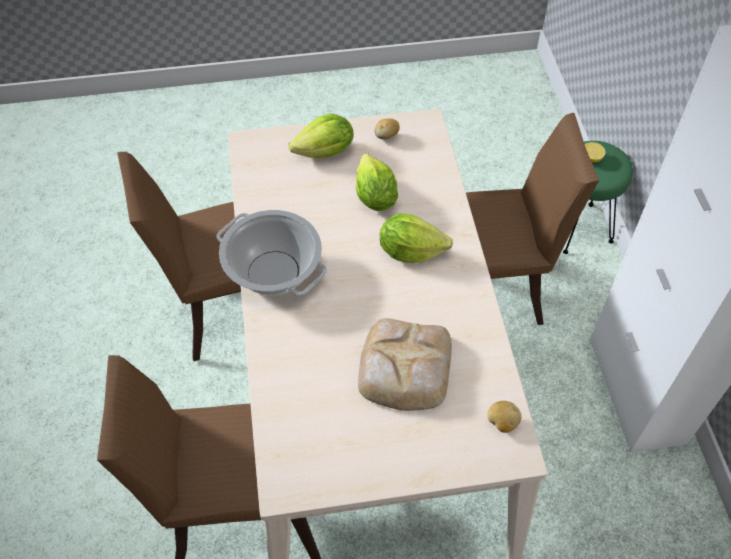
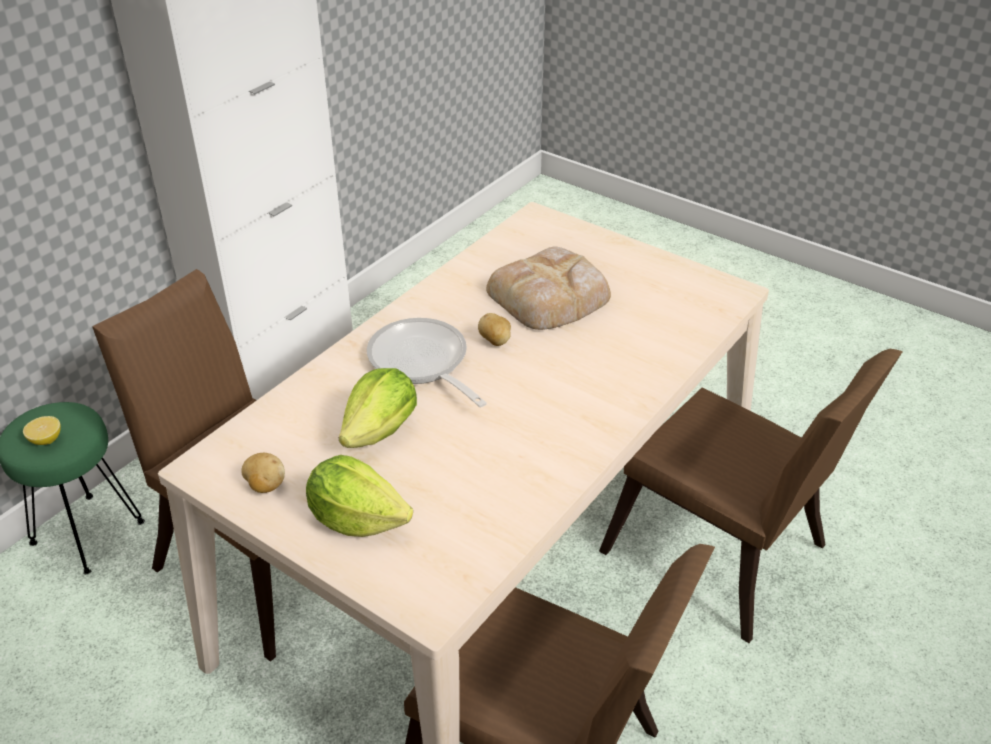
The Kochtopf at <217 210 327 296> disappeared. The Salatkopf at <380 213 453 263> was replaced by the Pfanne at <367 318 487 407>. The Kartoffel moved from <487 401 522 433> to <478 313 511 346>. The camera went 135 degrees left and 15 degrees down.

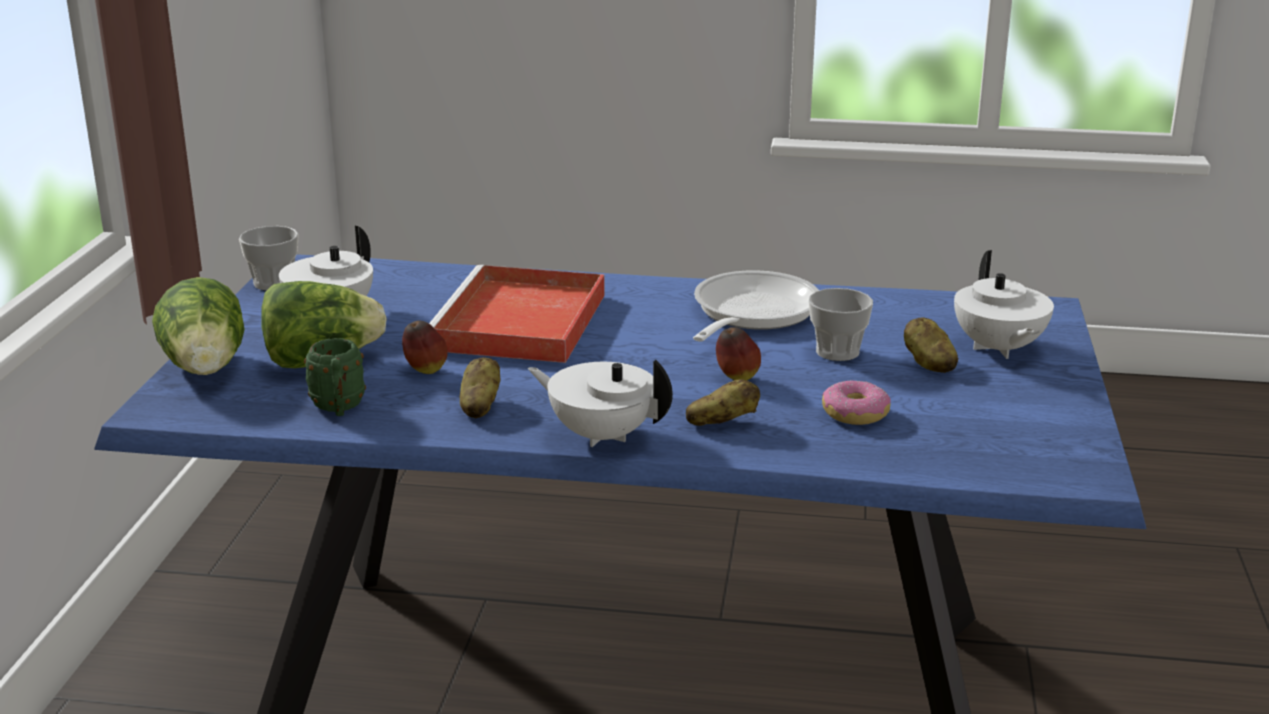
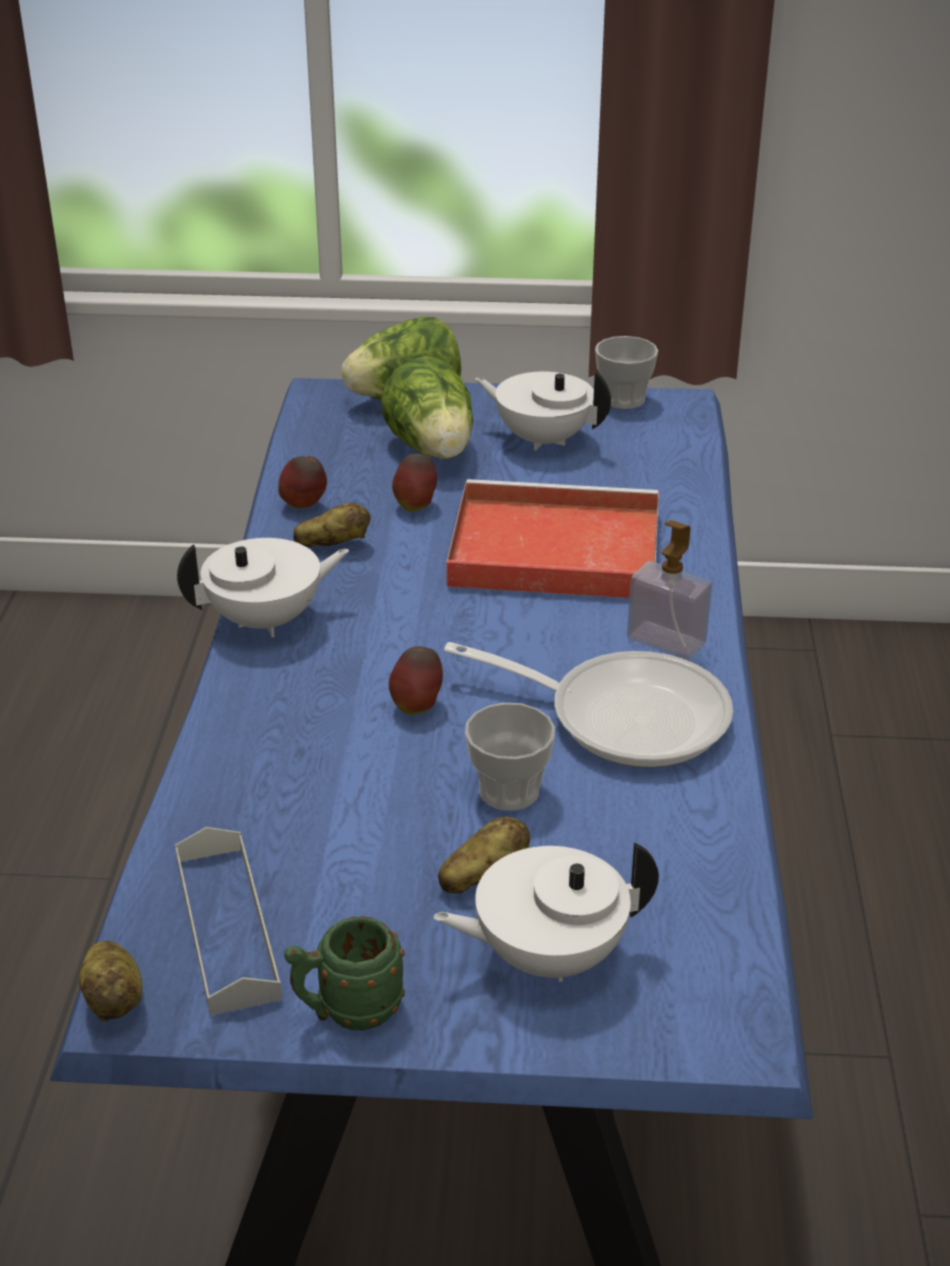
The Henkelbecher (grün) moved from <304 338 366 416> to <284 916 405 1030>. The Teekanne (weiß) at <528 360 673 447> turned 45 degrees clockwise. The Kartoffel moved from <686 379 760 426> to <79 941 142 1022>. The Donut at <822 380 890 425> disappeared. The Tablett (grau) at <175 827 282 1016> appeared. The Apfel at <278 456 327 508> appeared. The Seifenspender at <627 520 712 660> appeared. The camera went 85 degrees right and 10 degrees up.

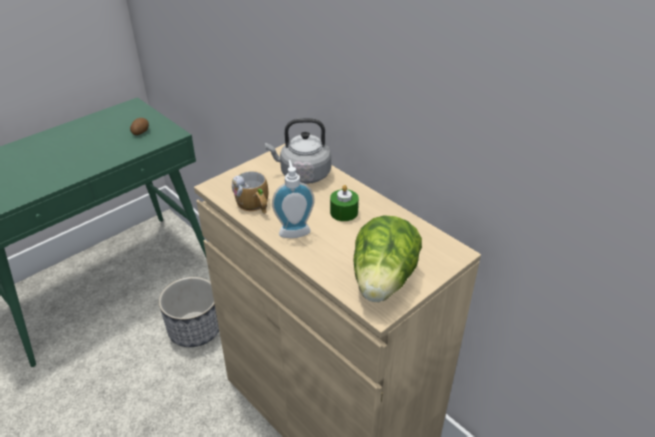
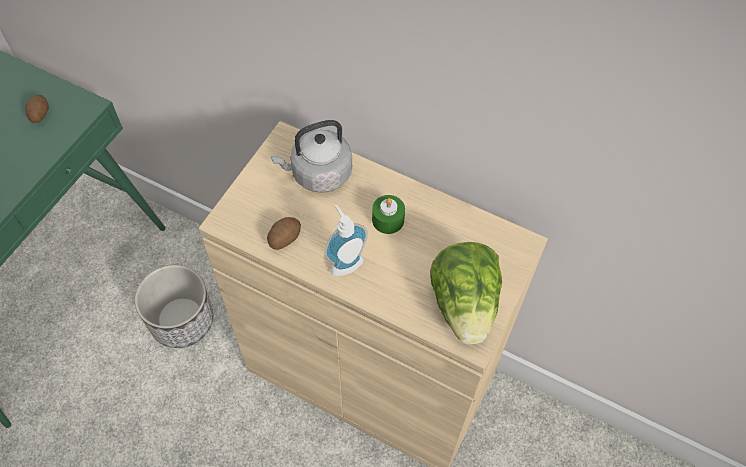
The Henkelbecher at <232 171 268 214> was replaced by the Kartoffel at <267 217 301 250>. The camera went 20 degrees left and 20 degrees up.

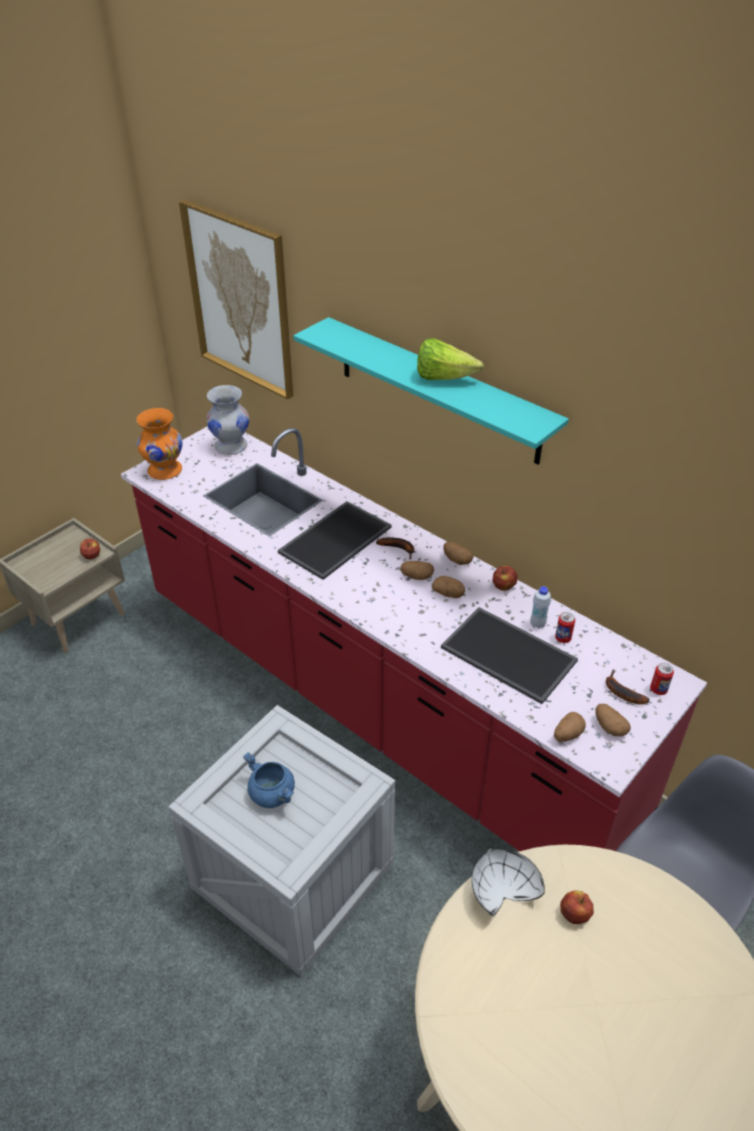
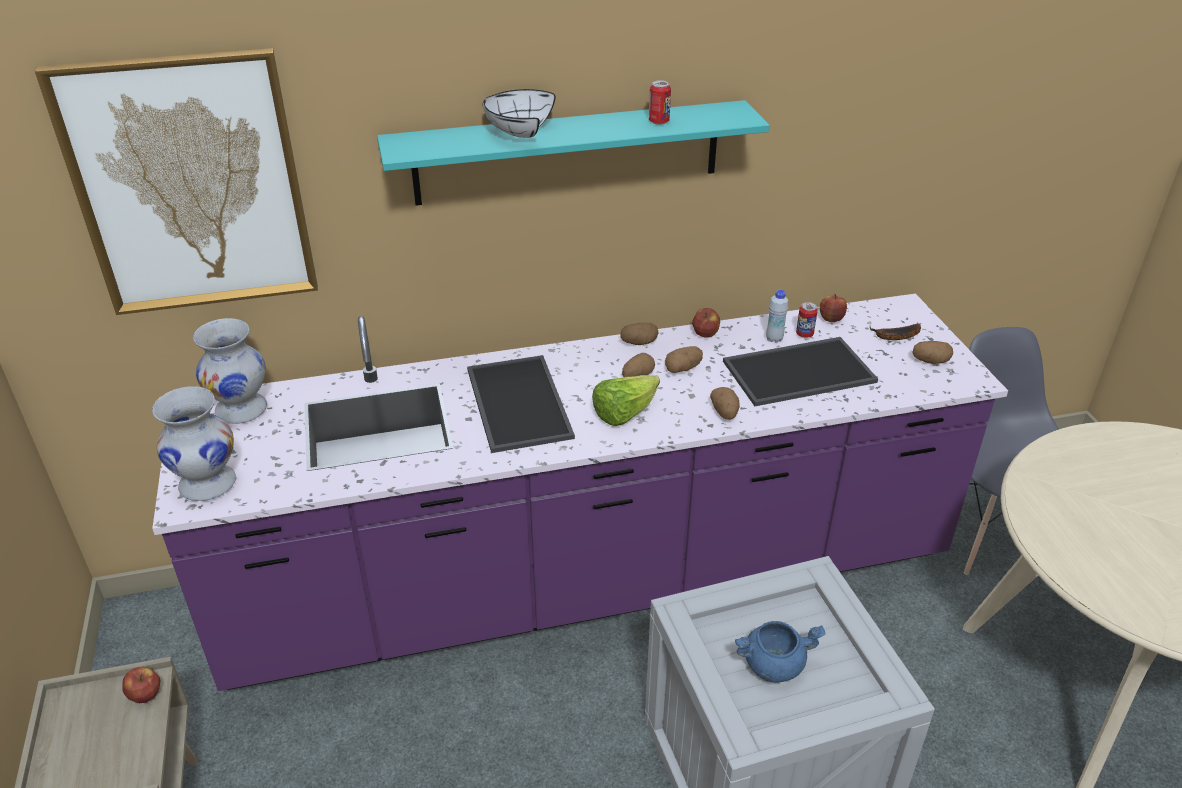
The Küchenzeile (rot) at <121 426 707 851> became the Küchenzeile (lila) at <152 293 1008 691>. The Vase (orange) at <136 408 183 480> became the Vase (weiß) at <152 386 236 501>. The Banane at <376 537 414 560> disappeared. The Salatkopf moved from <417 338 484 380> to <592 375 660 426>. The Schüssel (weiß) moved from <472 849 545 916> to <482 89 556 138>. The Kartoffel moved from <554 712 586 742> to <710 387 740 420>. The Apfel moved from <560 890 594 924> to <820 294 847 322>. The Dose moved from <650 663 674 695> to <649 80 671 125>. The camera went 55 degrees left and 5 degrees down.

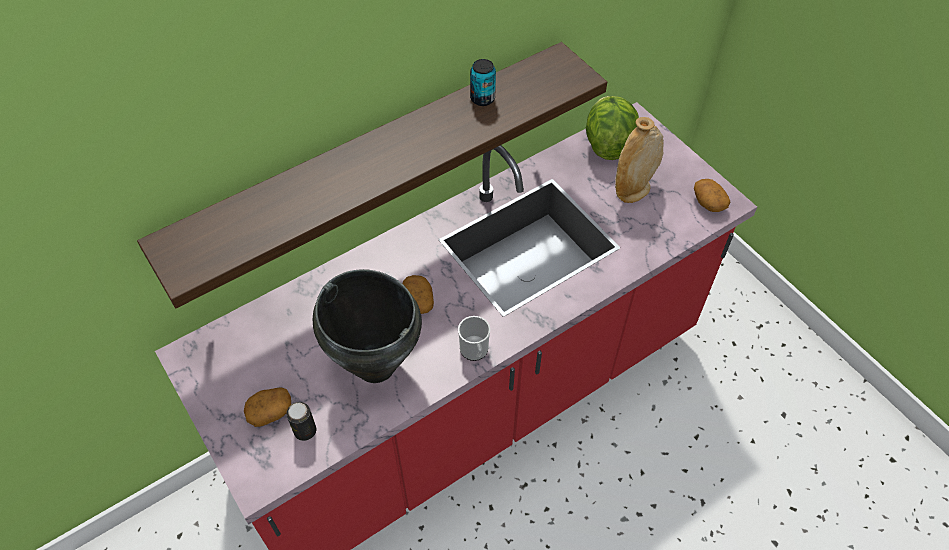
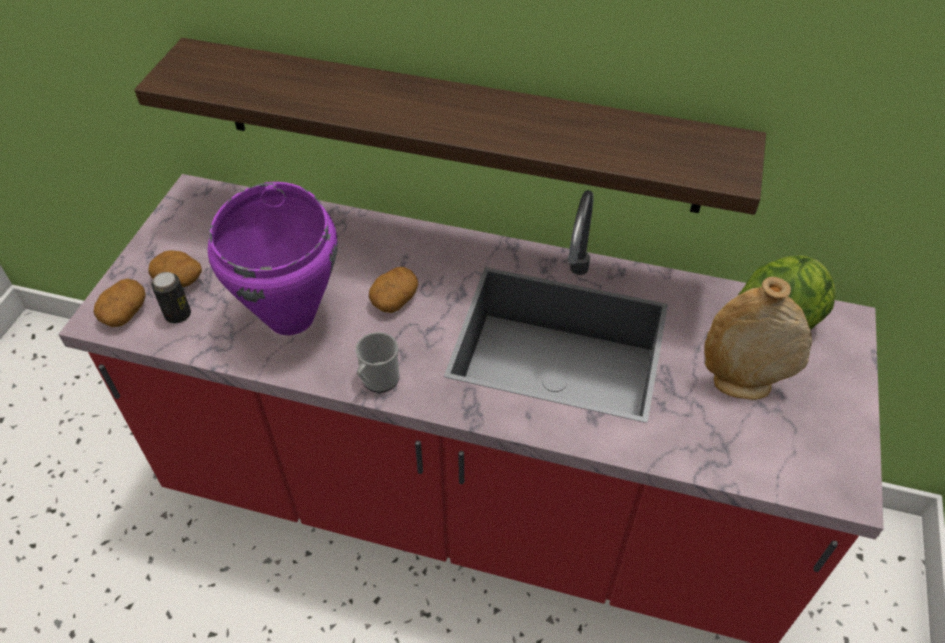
The Kochtopf (schwarz) at <313 269 422 383> became the Kochtopf (lila) at <208 182 338 335>. The Dose at <470 59 496 106> disappeared. The Kartoffel moved from <694 179 730 212> to <94 278 146 327>. The camera went 50 degrees right and 5 degrees down.

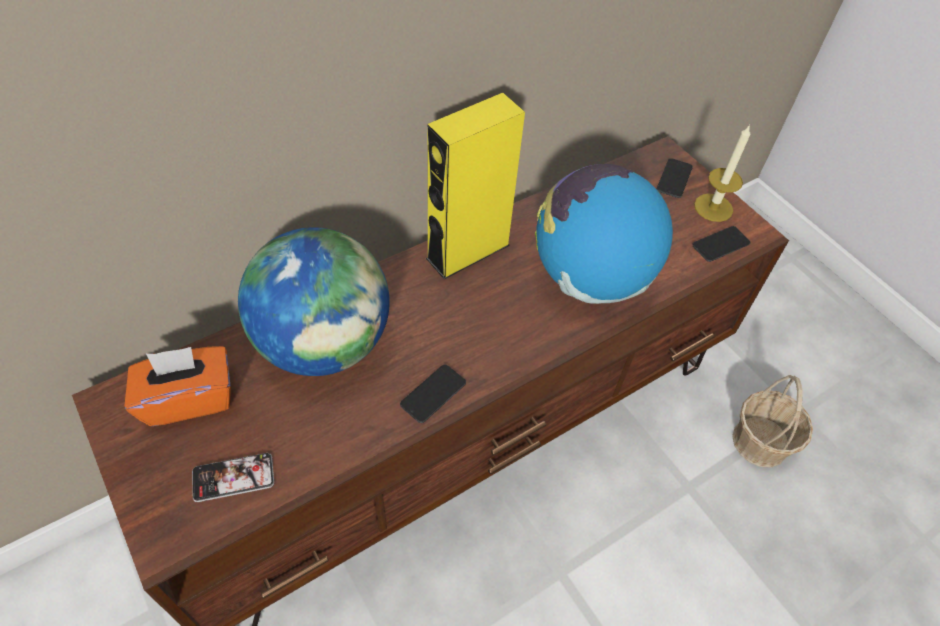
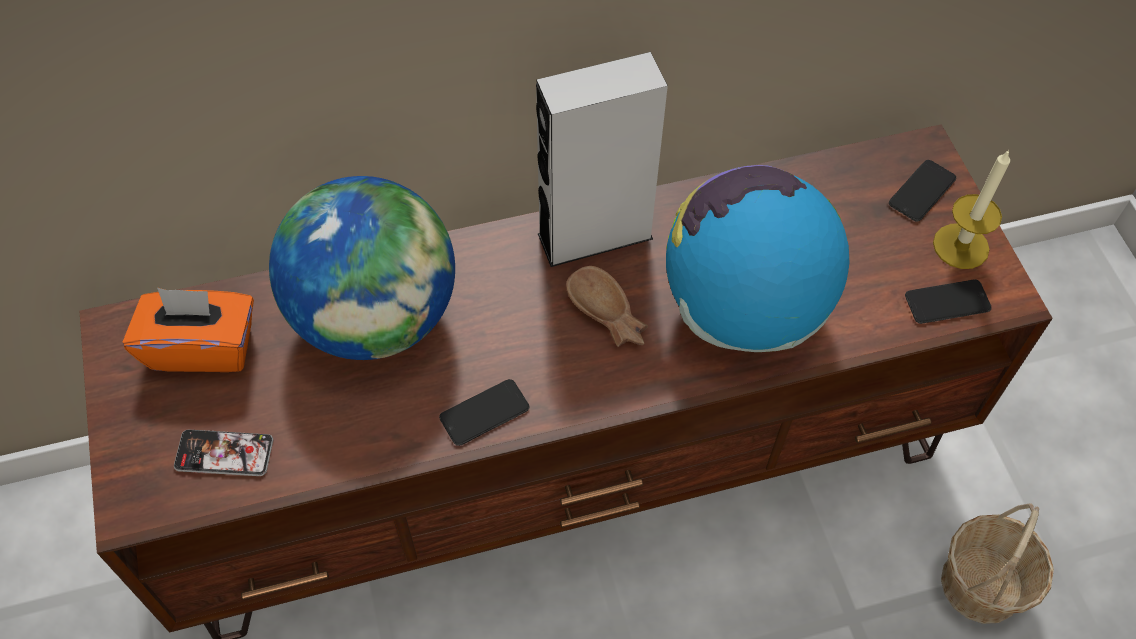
The Lautsprecher (gelb) at <426 93 525 279> became the Lautsprecher (grau) at <536 52 668 267>. The Schüssel (braun) at <566 266 648 347> appeared. The camera went 20 degrees right and 5 degrees up.

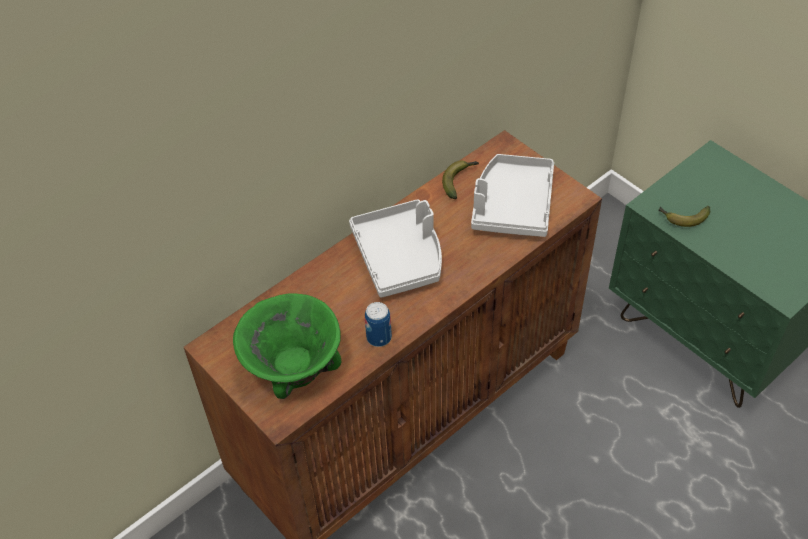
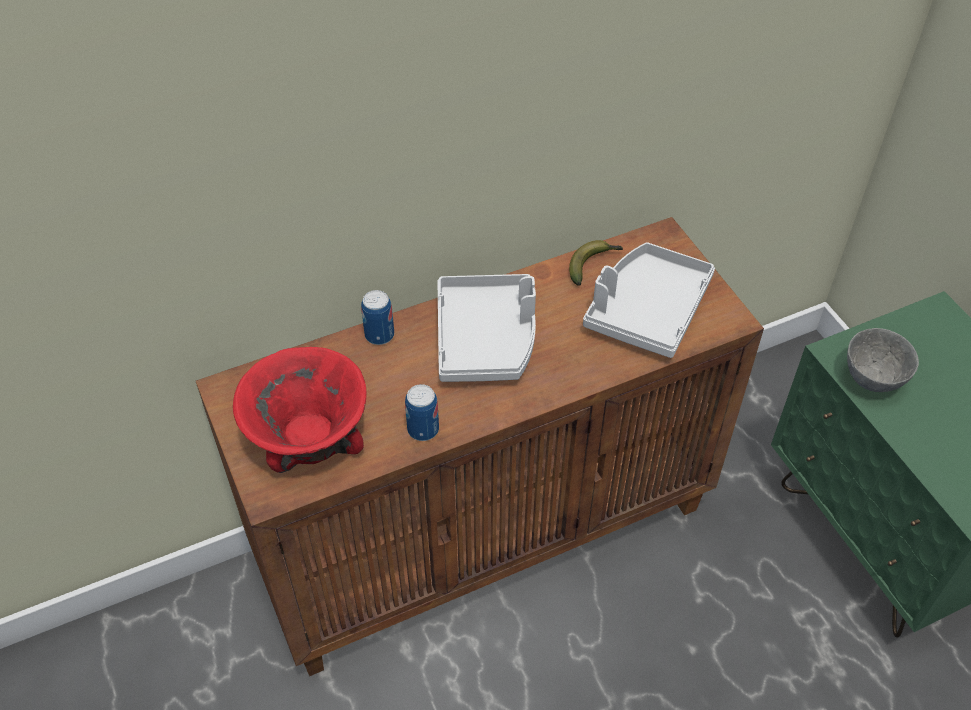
The Schüssel (grün) at <233 293 341 399> became the Schüssel (rot) at <233 347 366 473>. The Banane at <658 206 710 227> was replaced by the Schüssel (grau) at <847 328 919 392>. The Dose at <361 290 394 345> appeared. The camera went 15 degrees right and 0 degrees up.

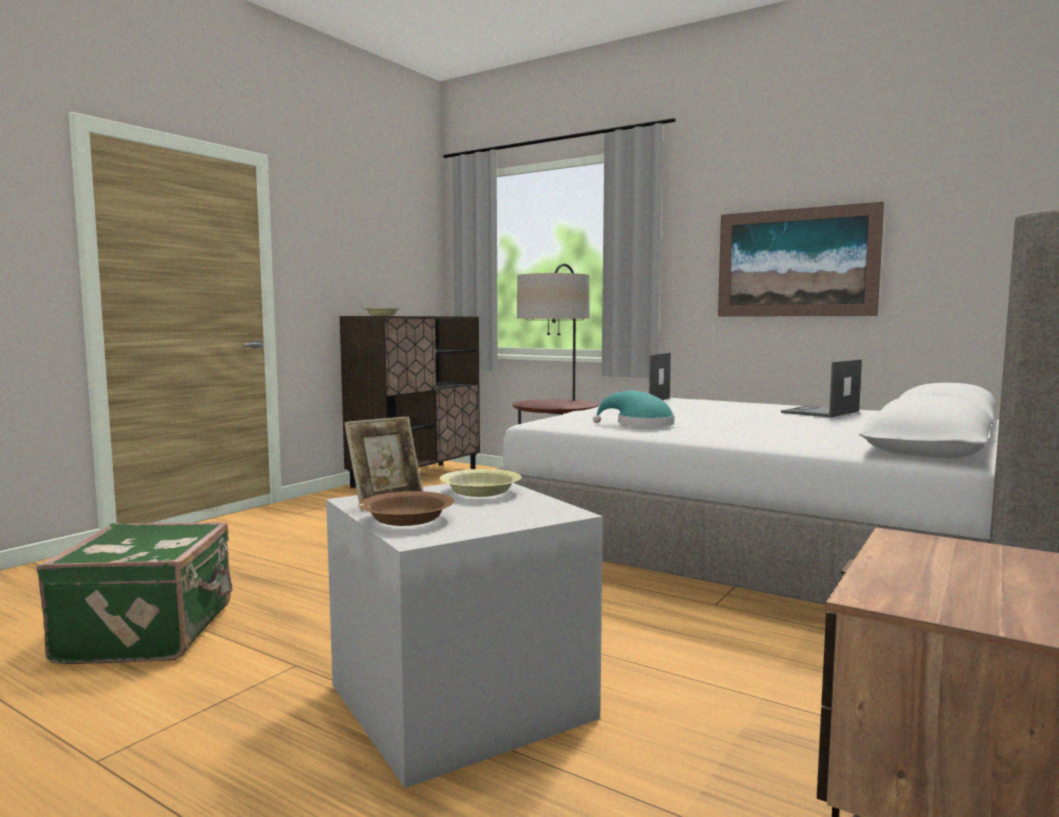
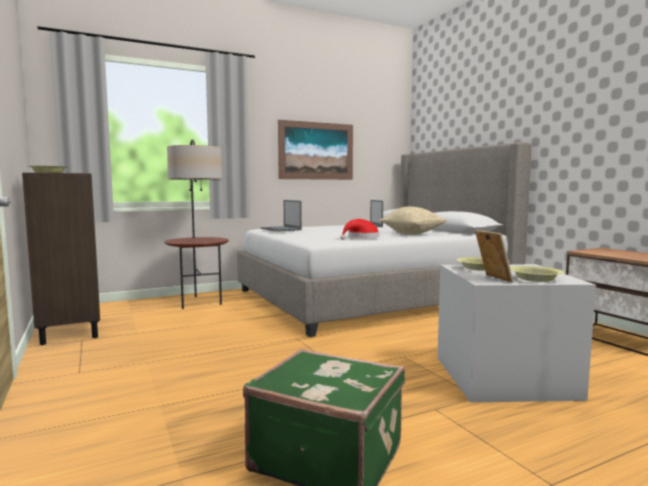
The Schüssel (braun) at <358 491 454 526> became the Schüssel (gelb) at <510 266 564 282>. The Hut (türkis) at <593 391 674 427> became the Hut (rot) at <340 219 379 240>. The Kissen (beige) at <379 207 447 235> appeared. The camera went 60 degrees left and 0 degrees up.

